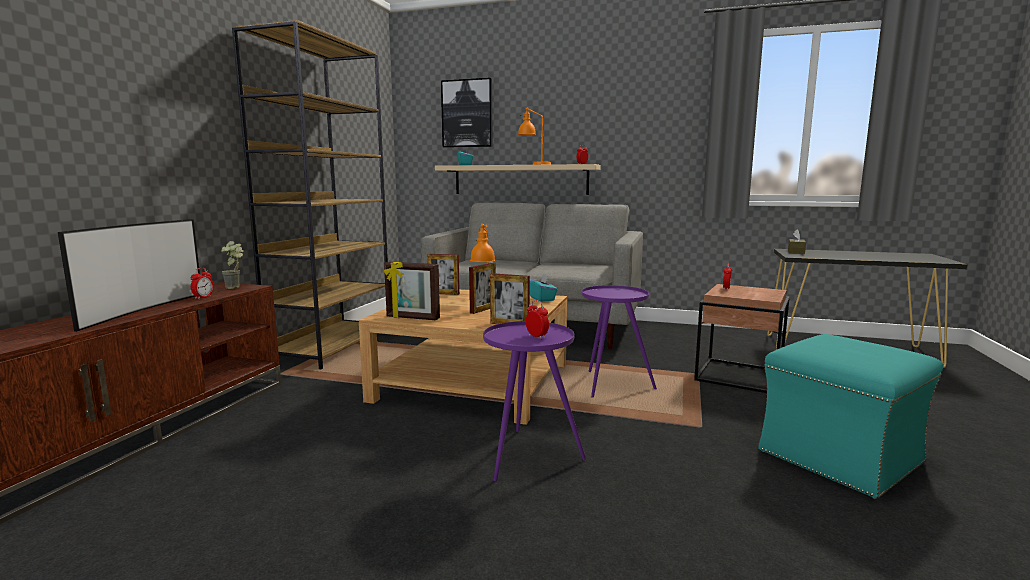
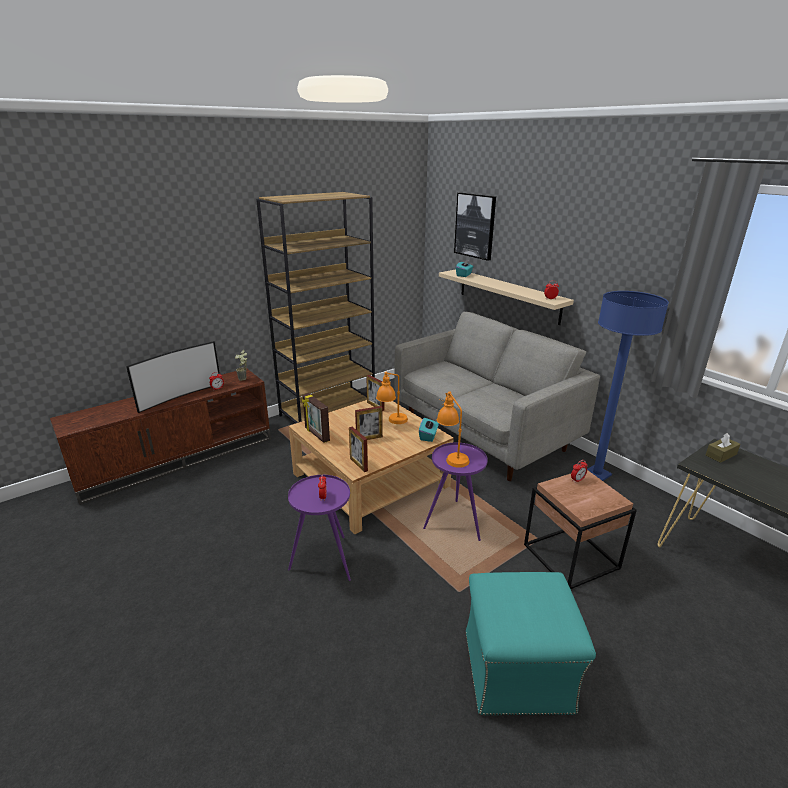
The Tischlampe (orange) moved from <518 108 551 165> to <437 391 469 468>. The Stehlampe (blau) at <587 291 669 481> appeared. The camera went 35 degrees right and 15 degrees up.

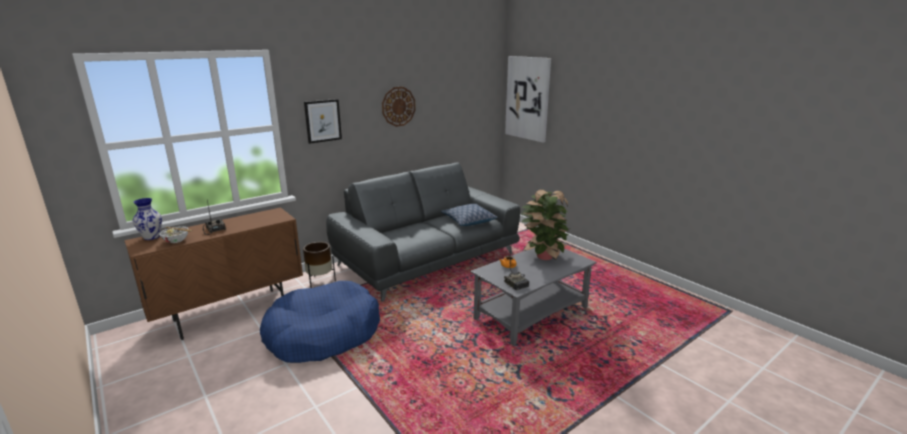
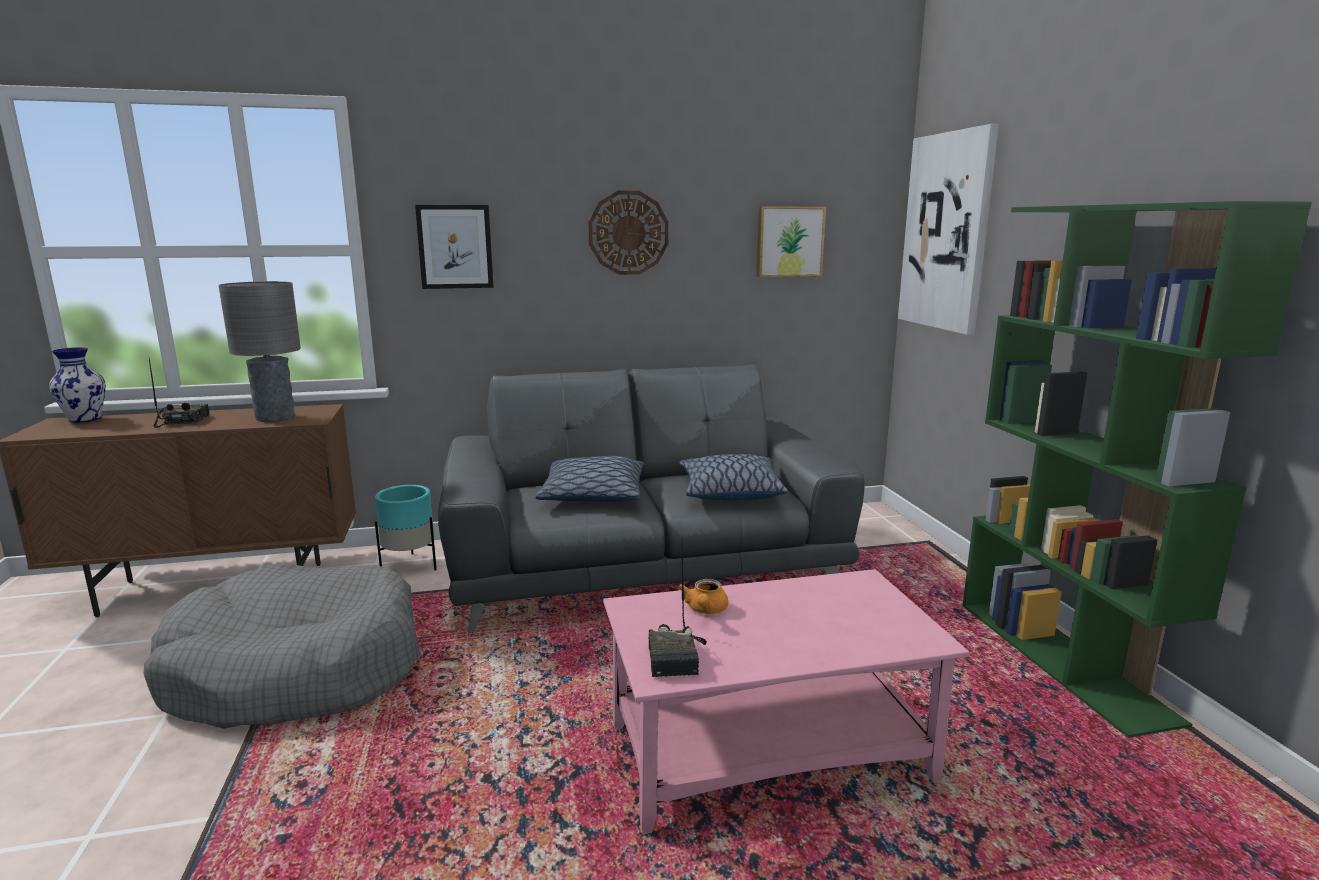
The Schüssel at <159 227 193 243> disappeared. The Hundebett (blau) at <260 281 380 363> became the Hundebett (grau) at <144 565 419 729>. The Pflanzkübel (braun) at <303 242 336 288> became the Pflanzkübel (türkis) at <375 485 437 570>. The Couchtisch (grau) at <471 248 596 346> became the Couchtisch (rosa) at <603 569 970 835>. The Topfpflanze at <521 190 569 260> disappeared. The Tischlampe (grau) at <218 281 301 422> appeared. The Kissen at <535 456 644 502> appeared. The Bild at <757 206 826 277> appeared. The Bücherregal (grün) at <962 201 1312 738> appeared. The camera went 25 degrees right and 5 degrees down.

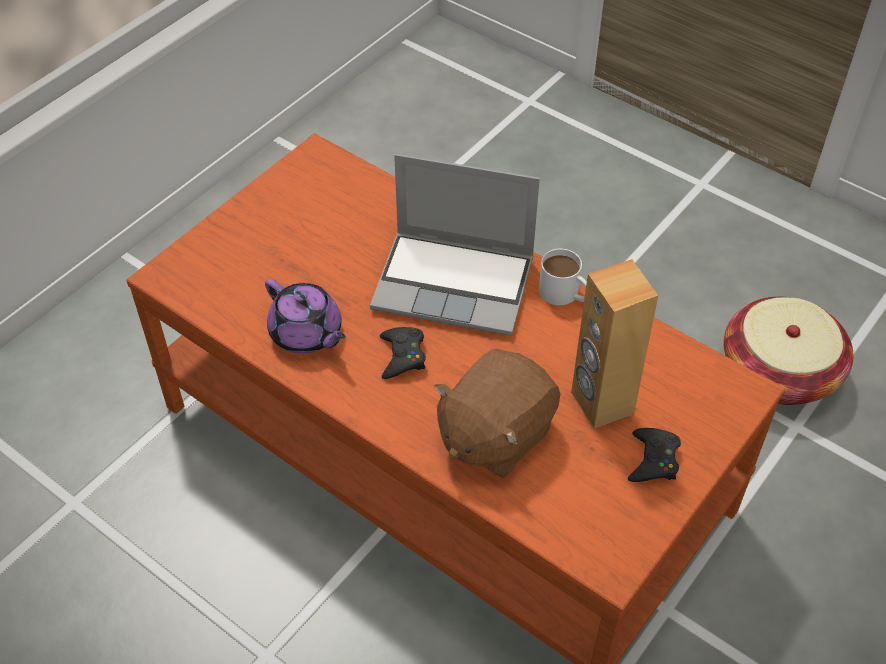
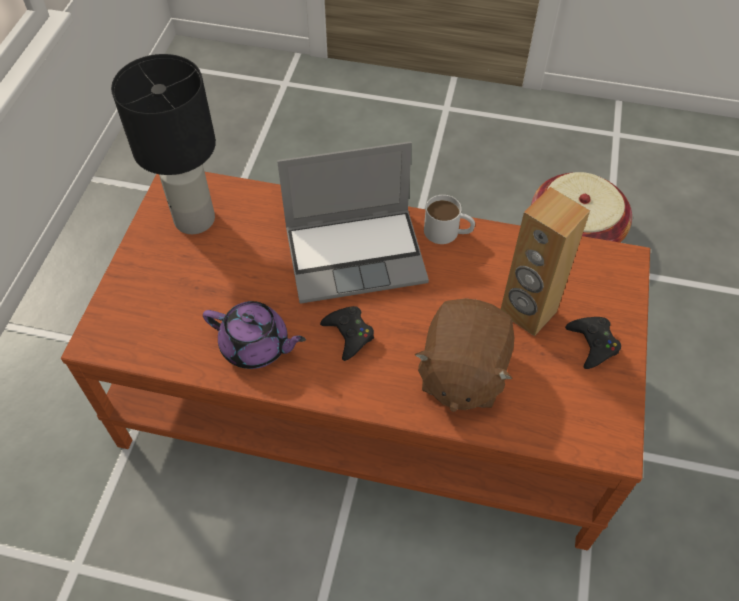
The Tischlampe (schwarz) at <111 54 216 234> appeared. The camera went 25 degrees left and 5 degrees up.

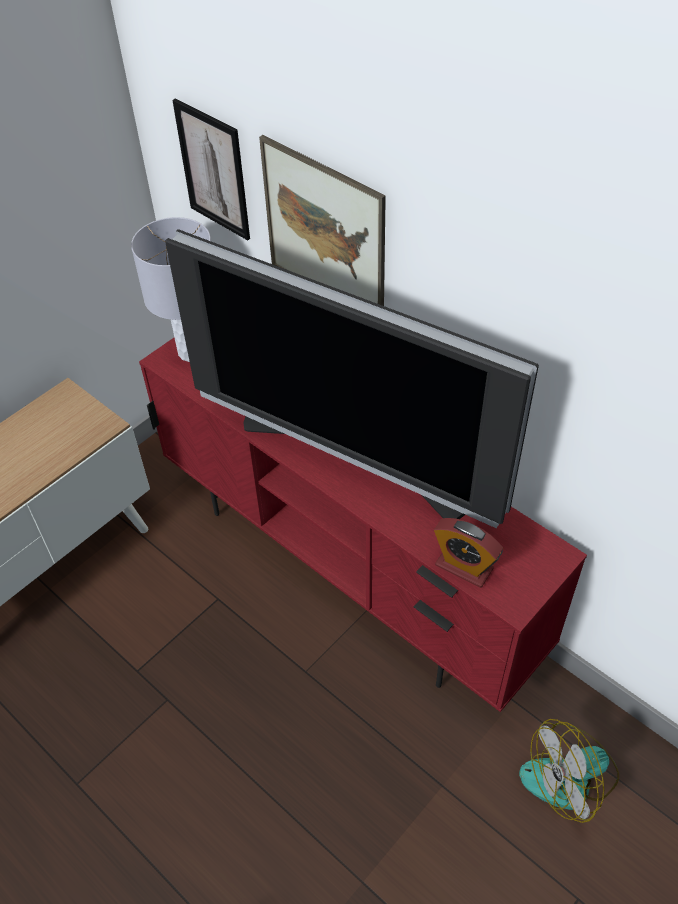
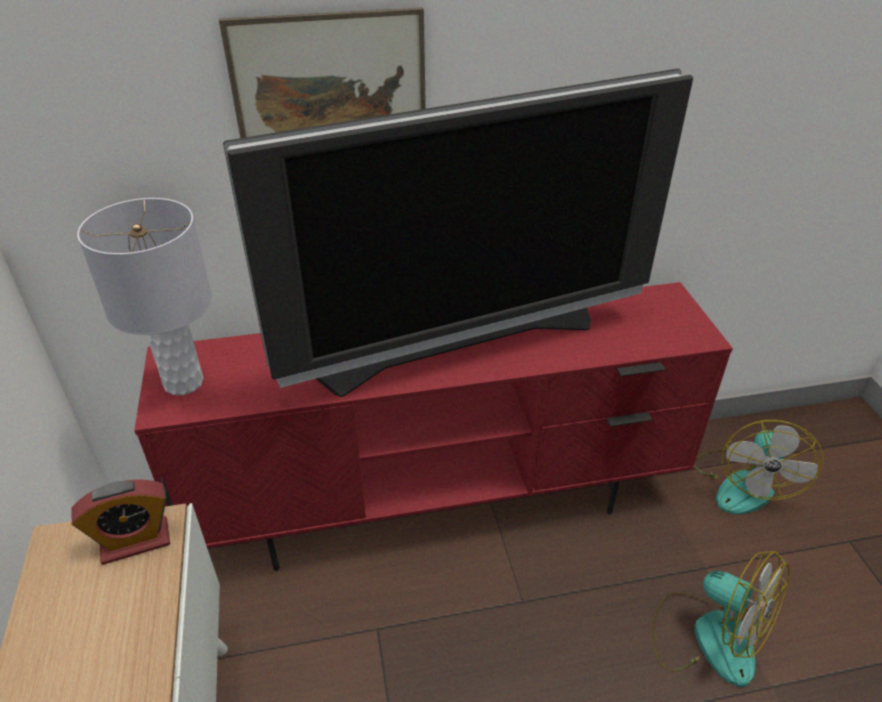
The Bild at <172 99 250 240> disappeared. The Wecker moved from <434 518 503 588> to <72 479 170 565>. The Ventilator at <651 551 790 687> appeared. The camera went 55 degrees left and 10 degrees down.

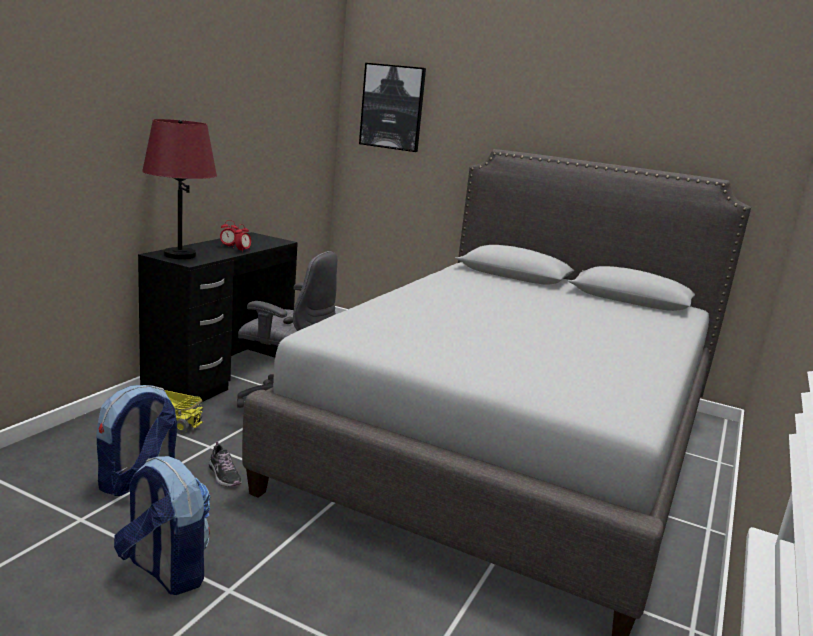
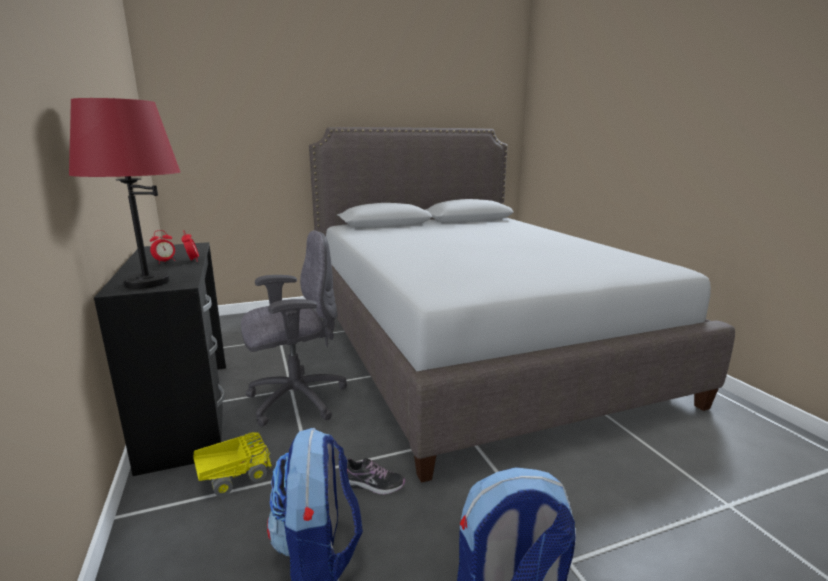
The Bild at <359 63 426 152> disappeared. The camera went 45 degrees left and 0 degrees up.

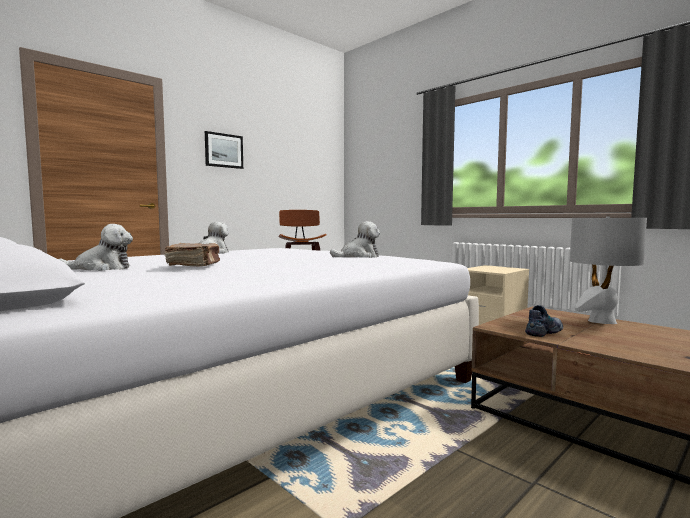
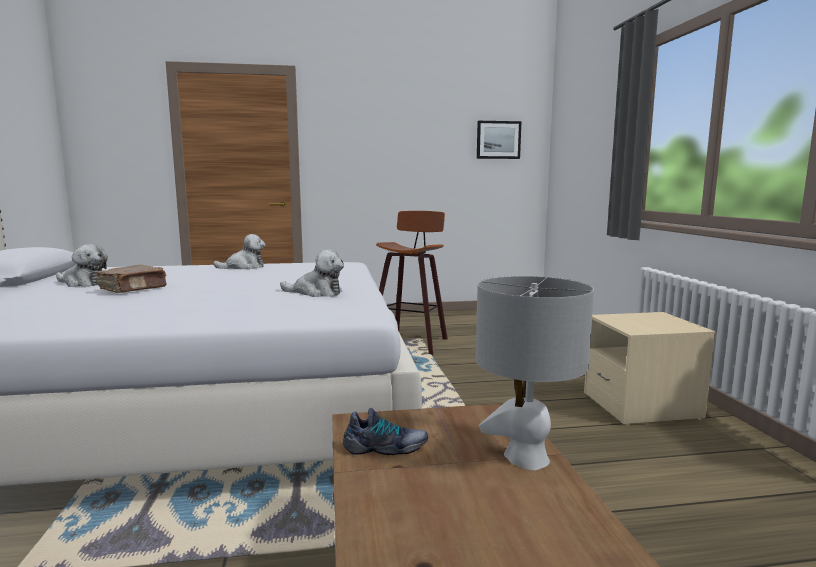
The Bild moved from <205 131 243 169> to <477 121 521 159>. The camera went 35 degrees right and 5 degrees up.

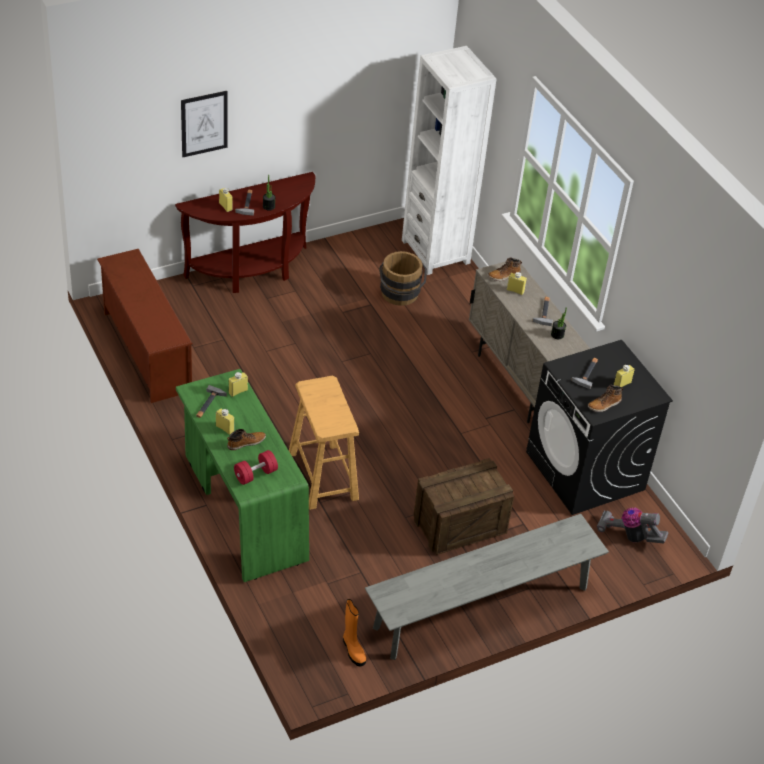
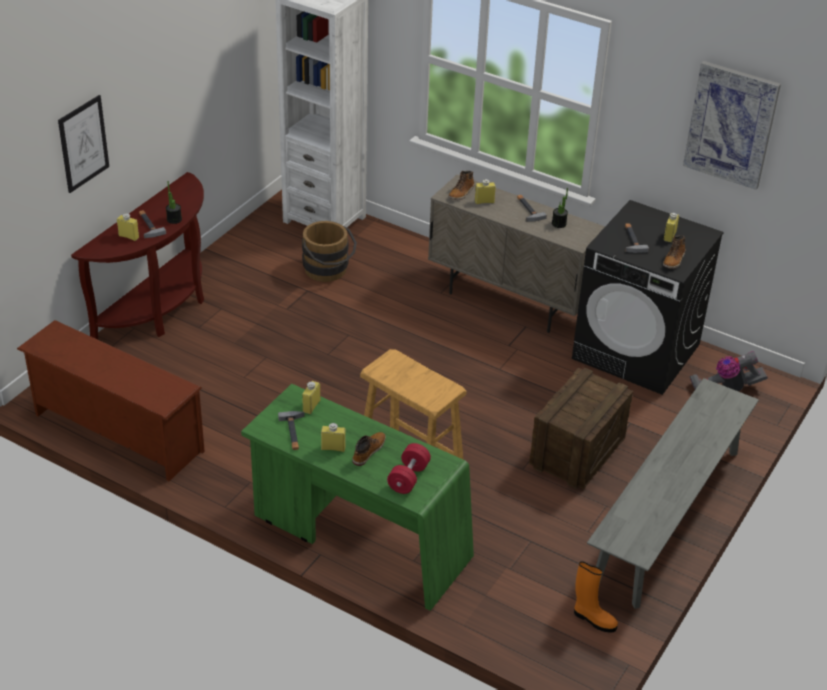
The Bild at <683 61 781 190> appeared. The camera went 30 degrees left and 5 degrees down.

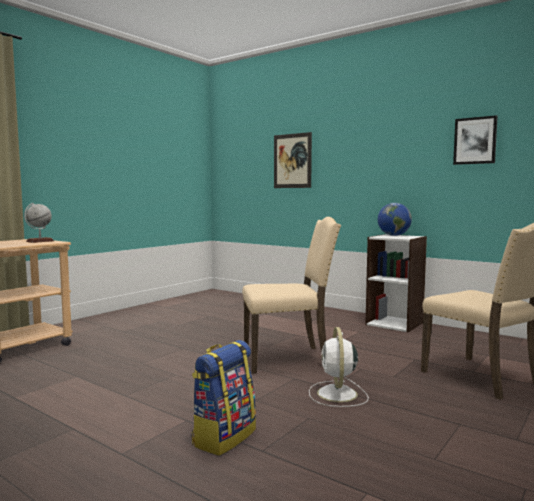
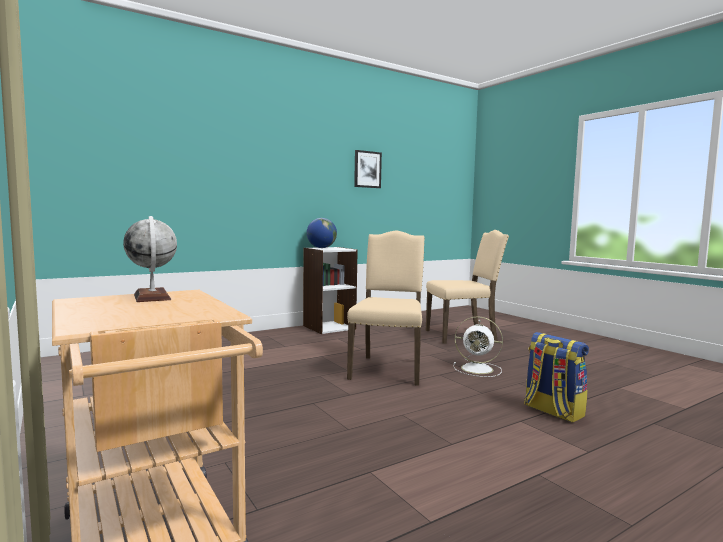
The Bild at <274 132 312 188> disappeared. The camera went 70 degrees left and 0 degrees up.

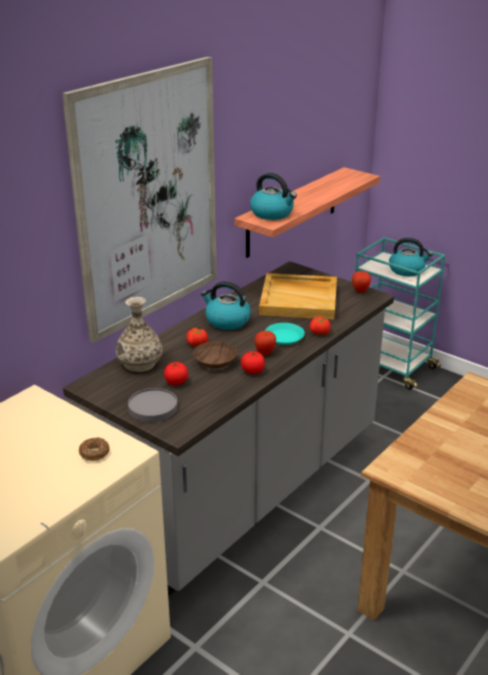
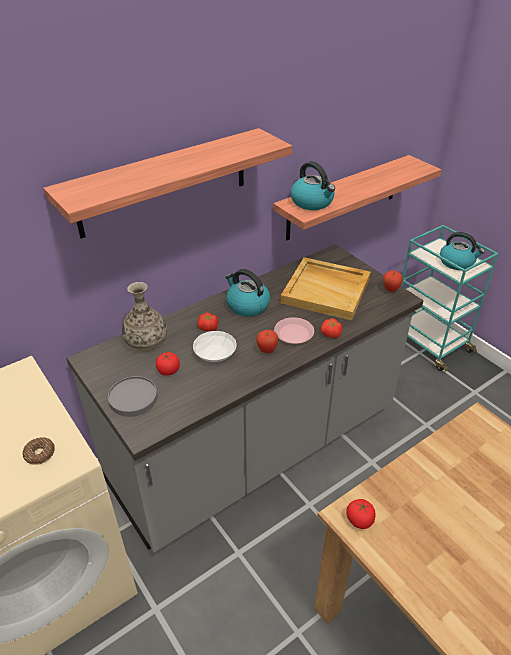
The Bild at <62 57 217 343> was replaced by the Wandregal at <43 128 292 239>. The Schüssel (braun) at <193 341 237 369> became the Schüssel (weiß) at <193 331 237 362>. The Tomate moved from <241 351 265 374> to <346 499 375 529>. The Teller (türkis) at <265 323 305 345> became the Teller (rosa) at <274 317 314 344>. The camera went 15 degrees right and 10 degrees up.

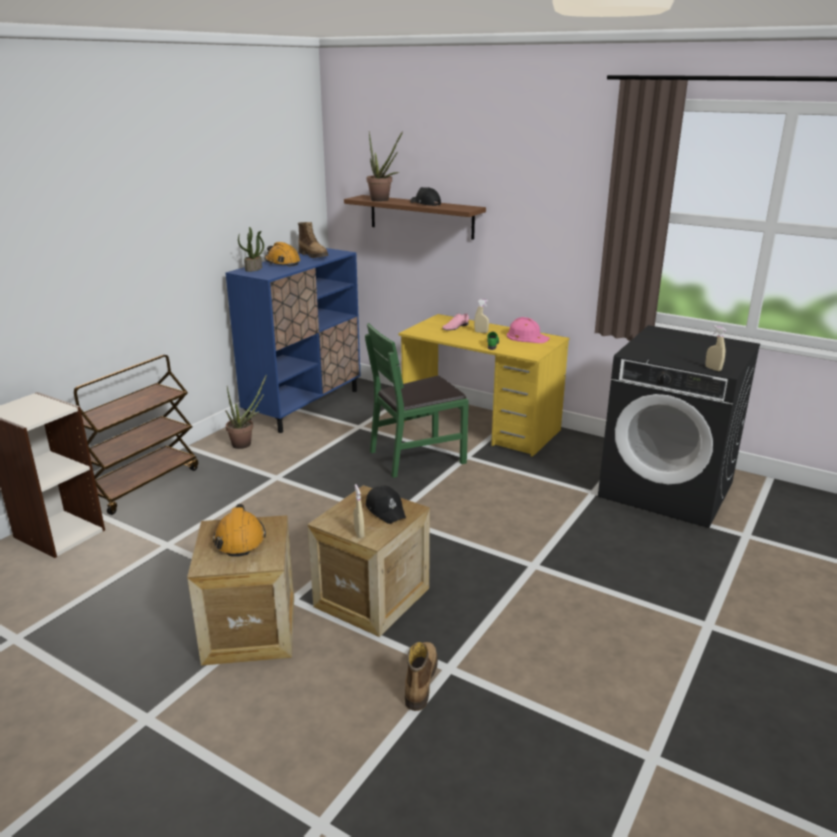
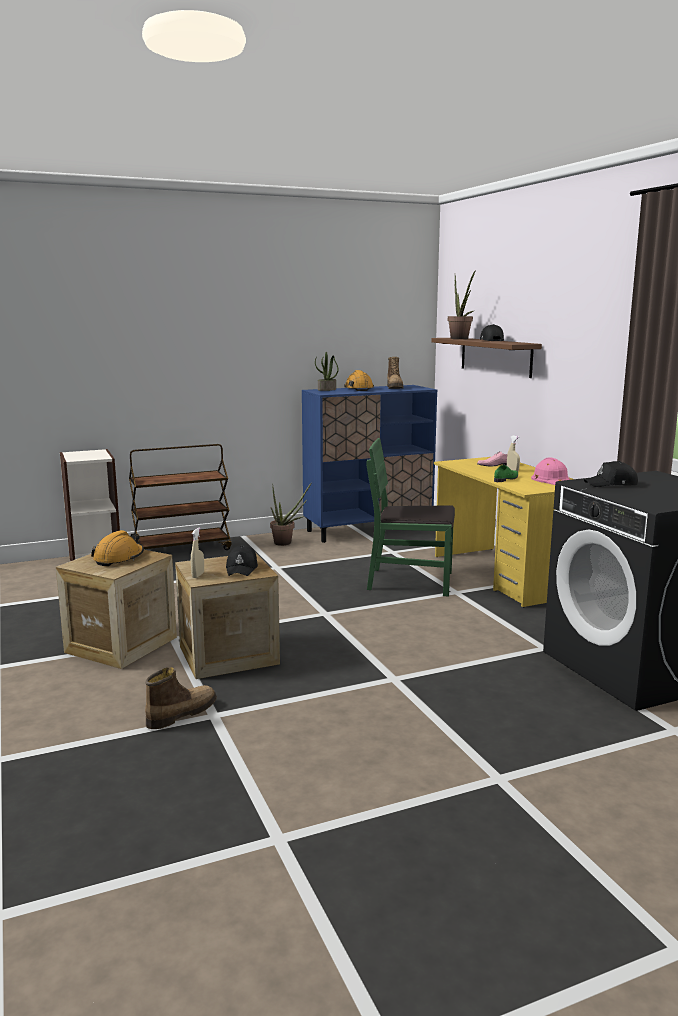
The Sprühflasche (beige) at <705 325 726 371> disappeared. The Kappe (schwarz) at <584 461 638 487> appeared. The camera went 35 degrees right and 10 degrees down.

